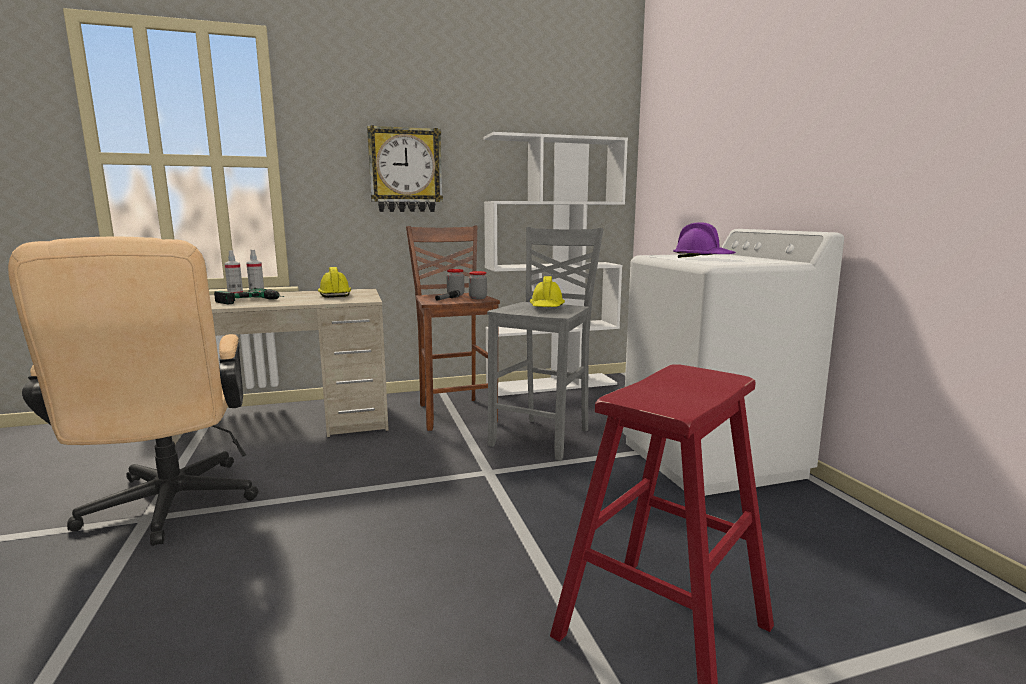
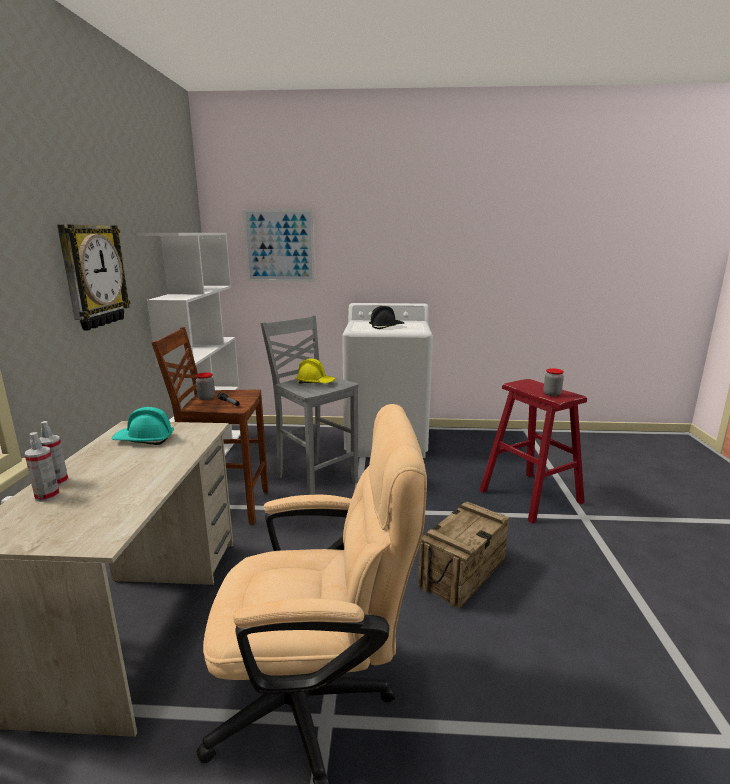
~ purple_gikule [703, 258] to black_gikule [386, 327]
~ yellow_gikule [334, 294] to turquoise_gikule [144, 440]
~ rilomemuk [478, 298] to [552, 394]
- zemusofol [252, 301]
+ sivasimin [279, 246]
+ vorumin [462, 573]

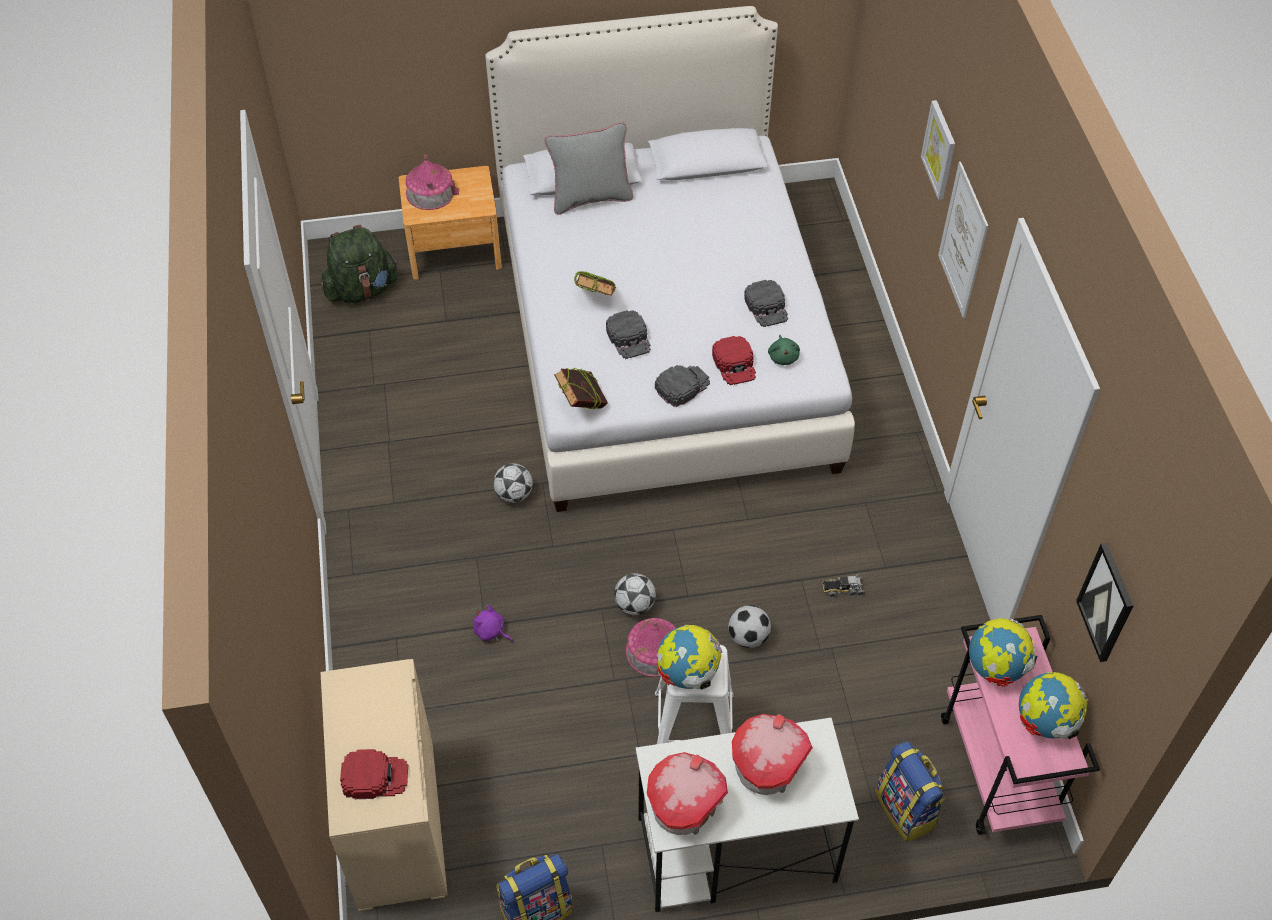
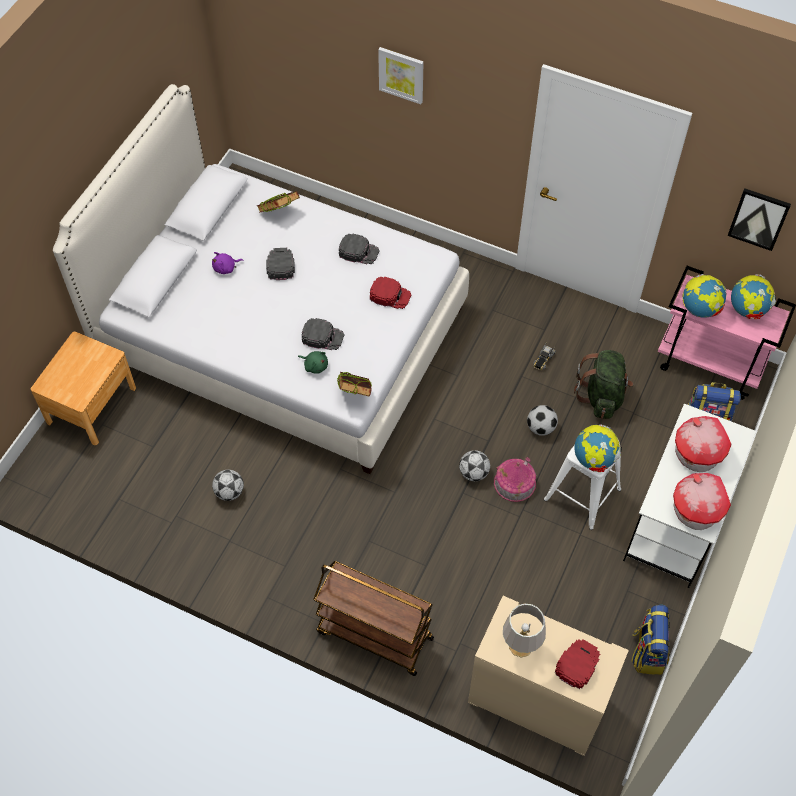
- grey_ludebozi [590, 198]
- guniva [430, 192]
- sivasimin [963, 241]
~ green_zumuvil [362, 290] to [602, 396]
~ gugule [595, 300] to [279, 214]
~ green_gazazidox [783, 356] to [315, 365]
~ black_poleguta [682, 386] to [280, 265]
~ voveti [514, 494] to [229, 492]
~ purple_gazazidox [491, 631] to [226, 268]
+ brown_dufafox [374, 635]
+ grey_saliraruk [520, 645]

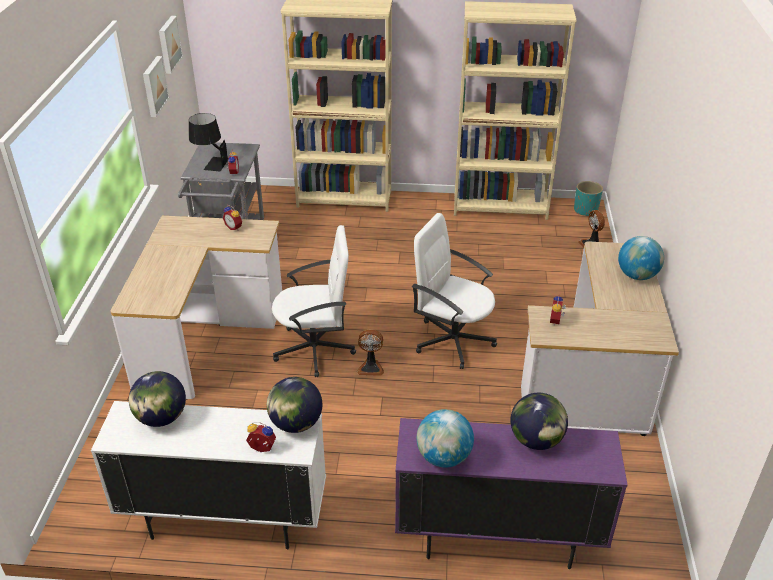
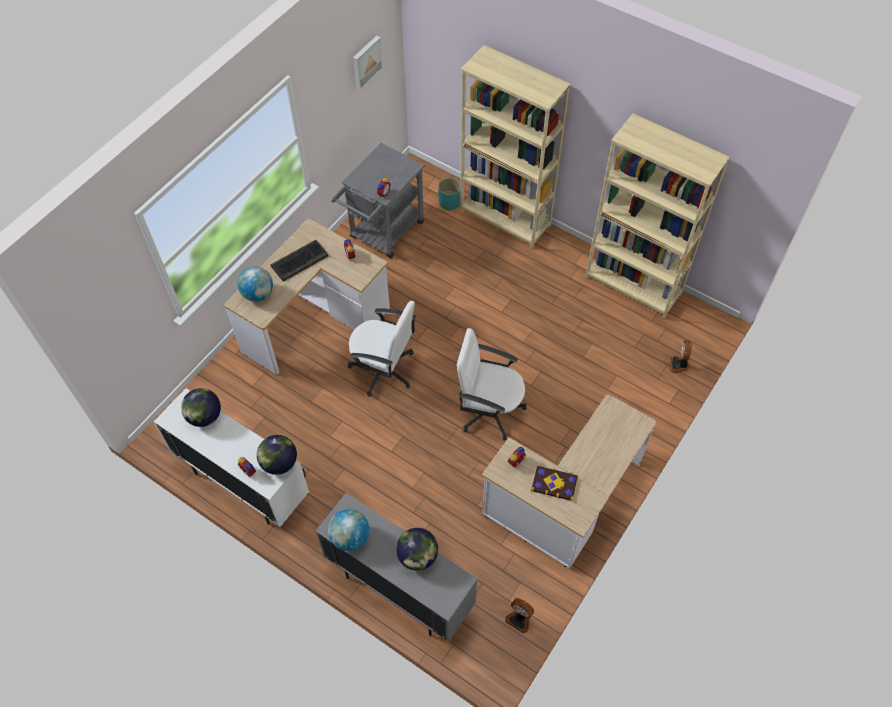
- sivasimin [153, 86]
- black_saliraruk [210, 163]
~ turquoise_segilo [585, 210] to [449, 202]
~ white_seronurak [452, 340] = [489, 410] 45 degrees counterclockwise
~ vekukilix [637, 275] to [258, 294]
~ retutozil [371, 367] to [519, 619]
~ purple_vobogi [497, 539] to grey_vobogi [399, 589]
+ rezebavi [300, 260]
+ gugule [554, 483]

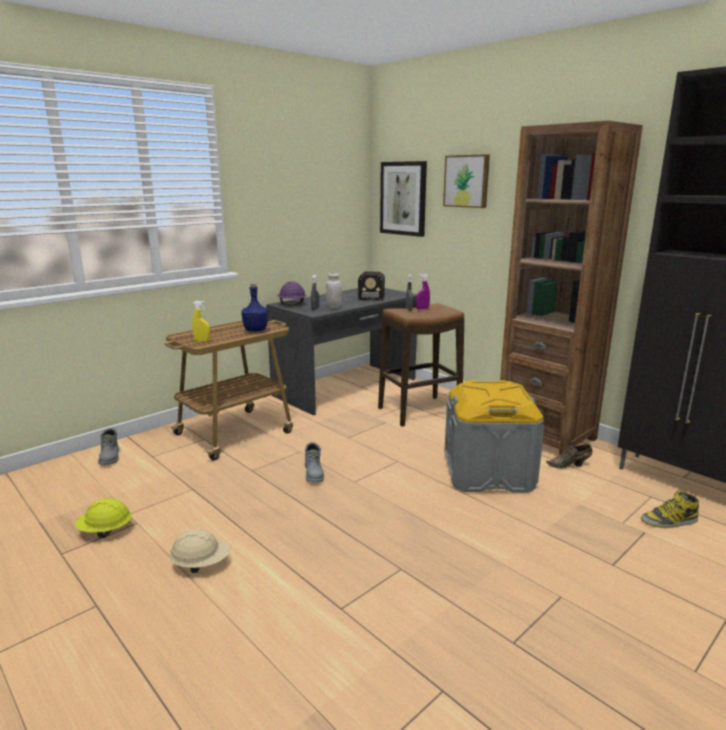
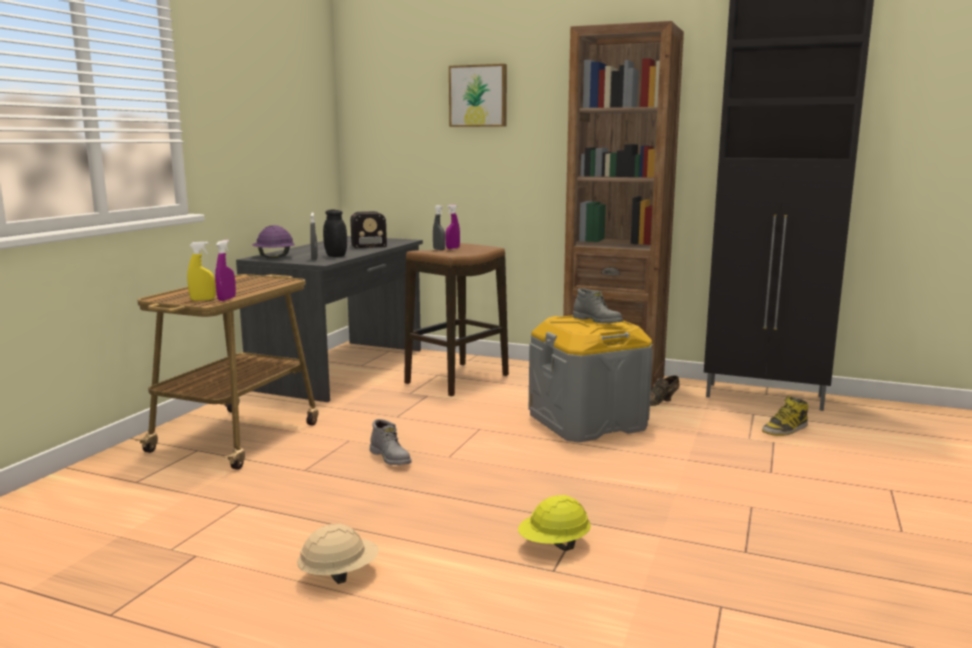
- sivasimin [403, 198]
~ white_rilomemuk [334, 307] to black_rilomemuk [336, 256]
- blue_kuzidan [256, 330]
~ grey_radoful [110, 457] to [598, 321]
~ yellow_gikule [105, 531] to [554, 545]
+ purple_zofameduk [226, 299]

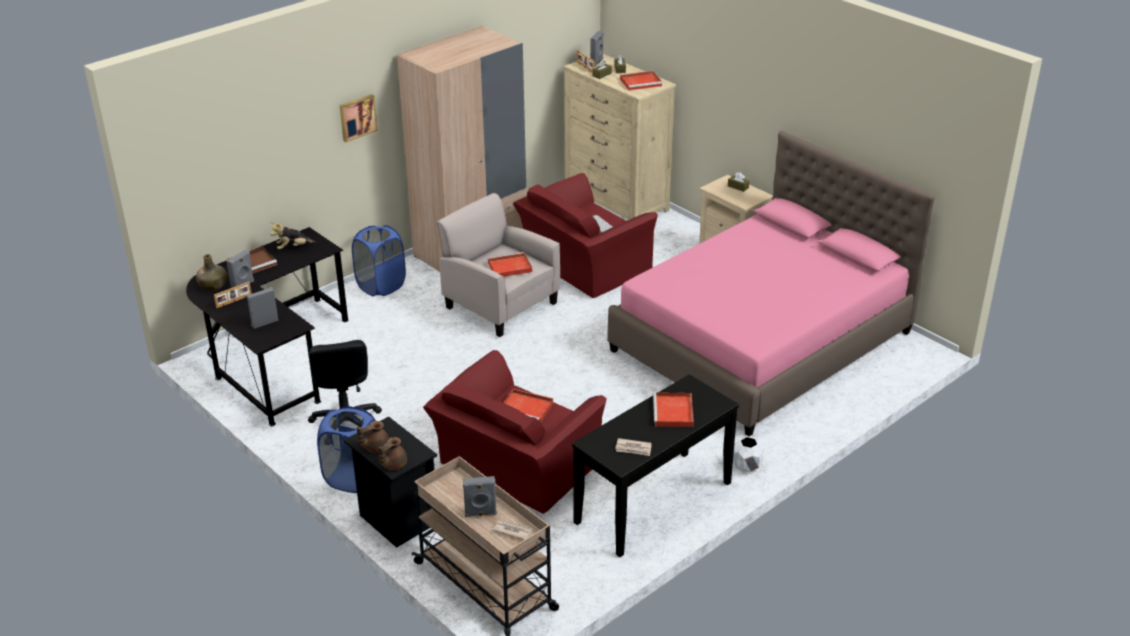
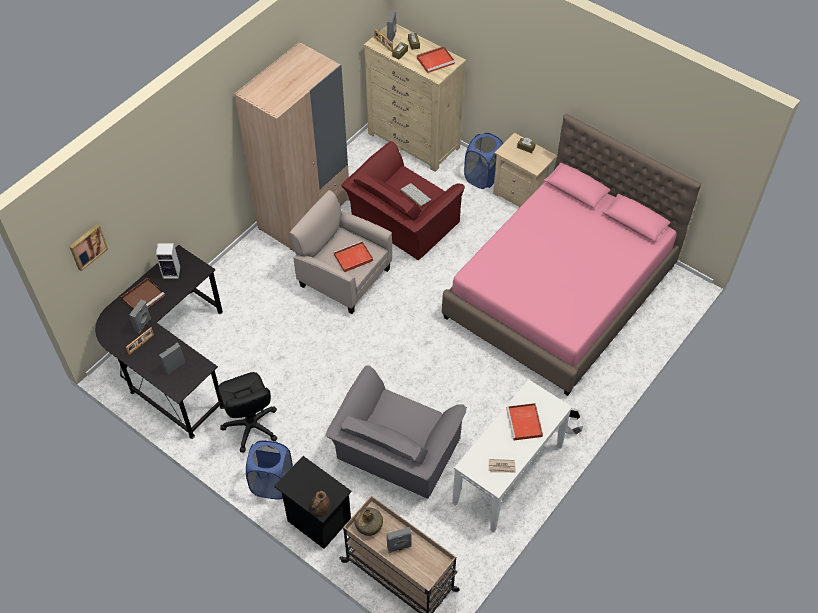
~ sivasimin [357, 117] to [87, 246]
~ gazazidox [293, 247] to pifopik [172, 272]
~ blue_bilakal [381, 286] to [482, 177]
~ green_kuzidan [213, 285] to [369, 525]
~ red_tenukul [515, 466] to grey_tenukul [396, 453]
~ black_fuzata [654, 503] to white_fuzata [508, 474]
- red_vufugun [527, 408]
- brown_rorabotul [375, 447]
- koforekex [511, 530]

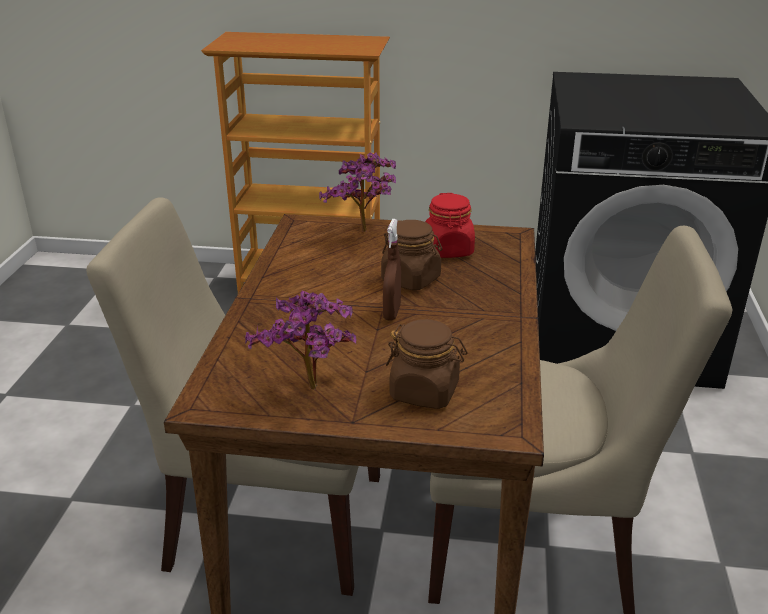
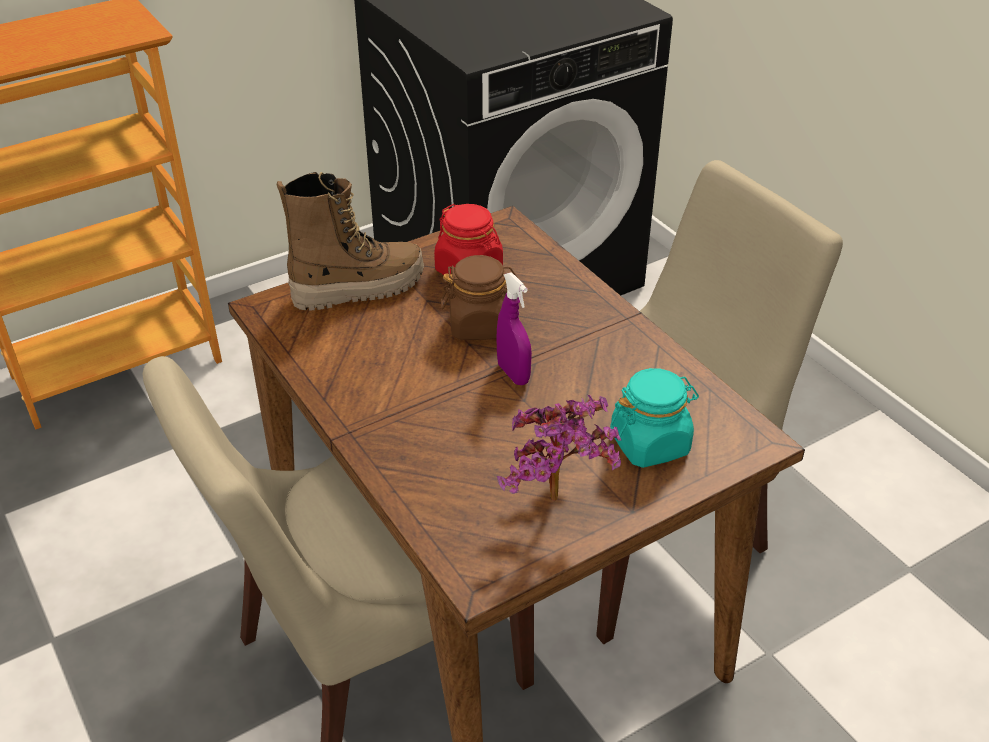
~ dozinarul [365, 233] to radoful [358, 288]
~ brown_zofameduk [392, 313] to purple_zofameduk [513, 374]
~ brown_rilomemuk [425, 392] to turquoise_rilomemuk [650, 444]

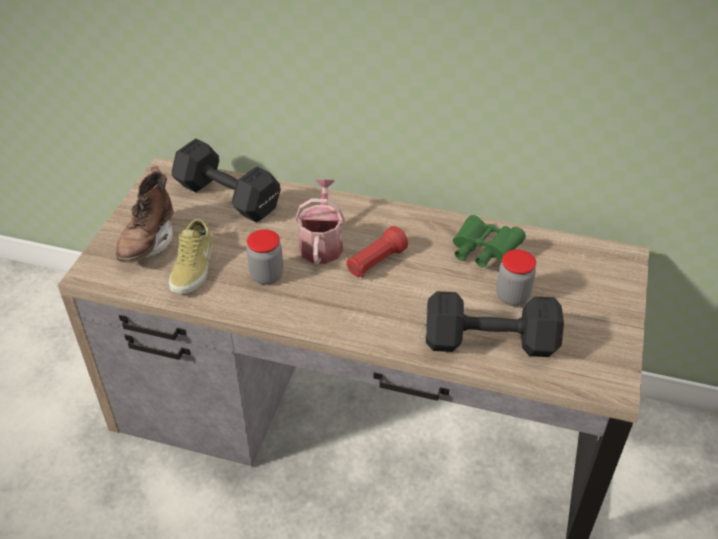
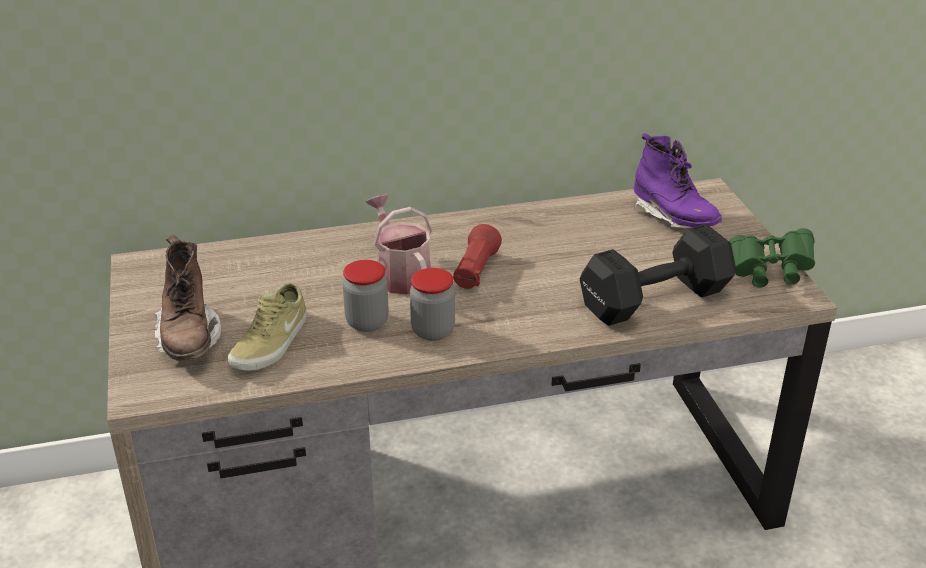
- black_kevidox [229, 199]
~ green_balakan [482, 251] to [769, 272]
~ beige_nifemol [194, 267] = [272, 343] 45 degrees clockwise
~ rilomemuk [512, 296] to [433, 331]
+ purple_radoful [673, 217]

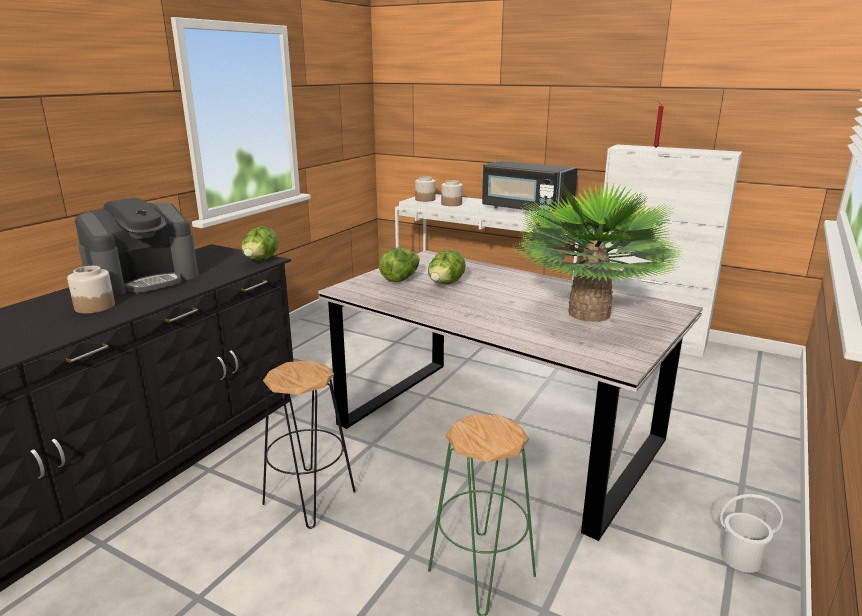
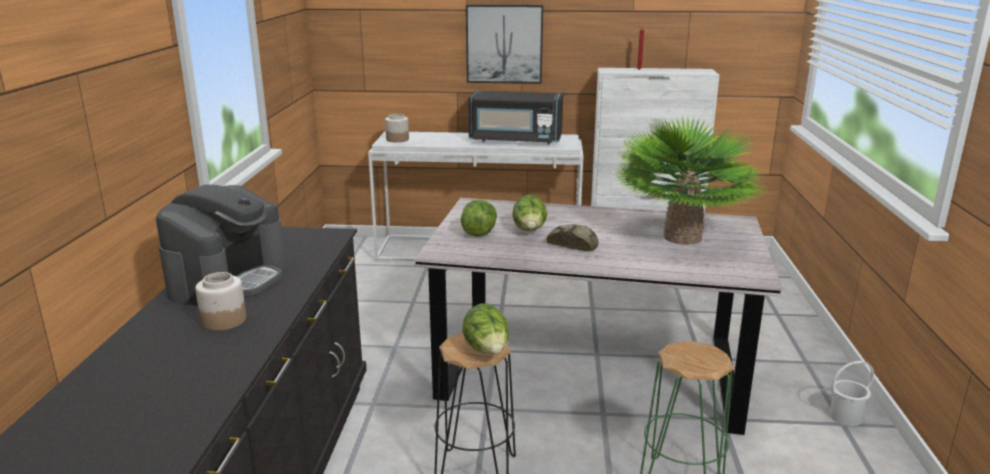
- rilomemuk [452, 204]
~ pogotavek [260, 261] to [487, 351]
+ sivasimin [504, 44]
+ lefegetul [573, 244]

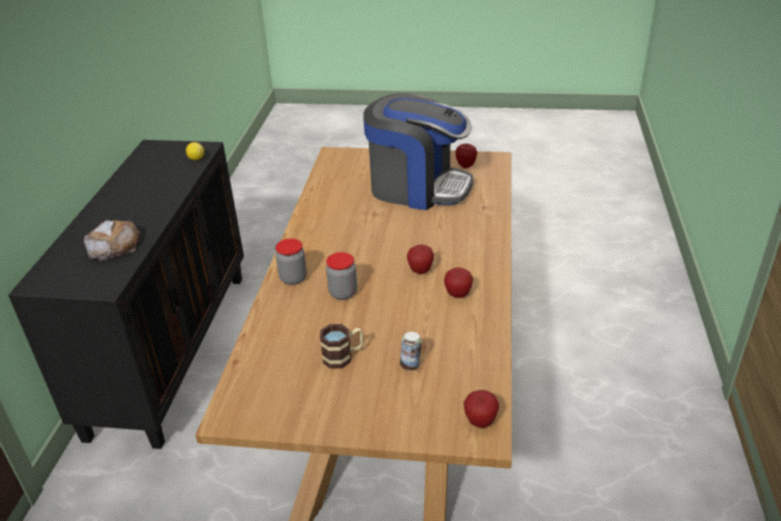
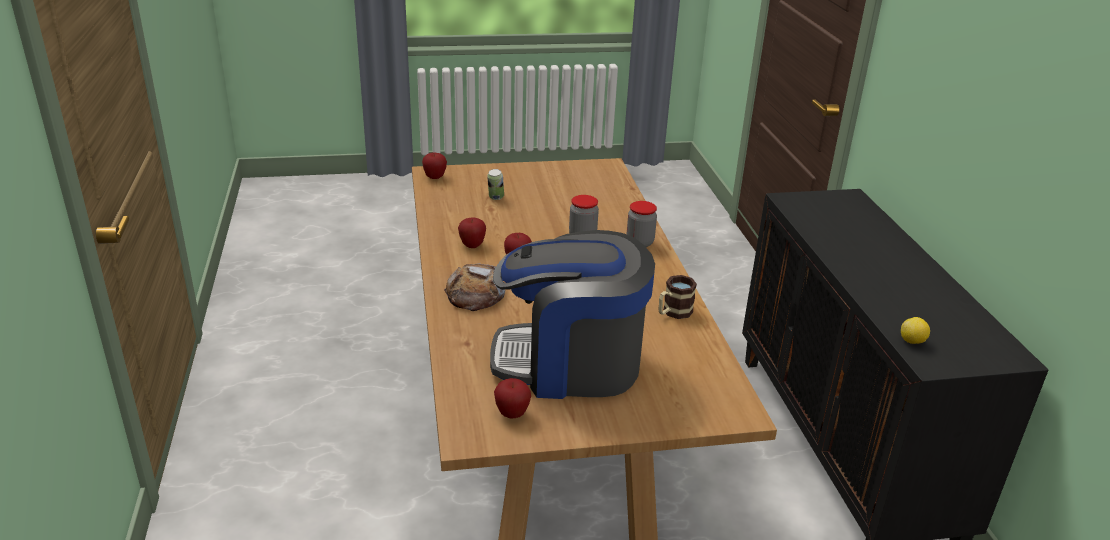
~ lefegetul [114, 245] to [475, 294]
~ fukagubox [343, 356] to [673, 313]

